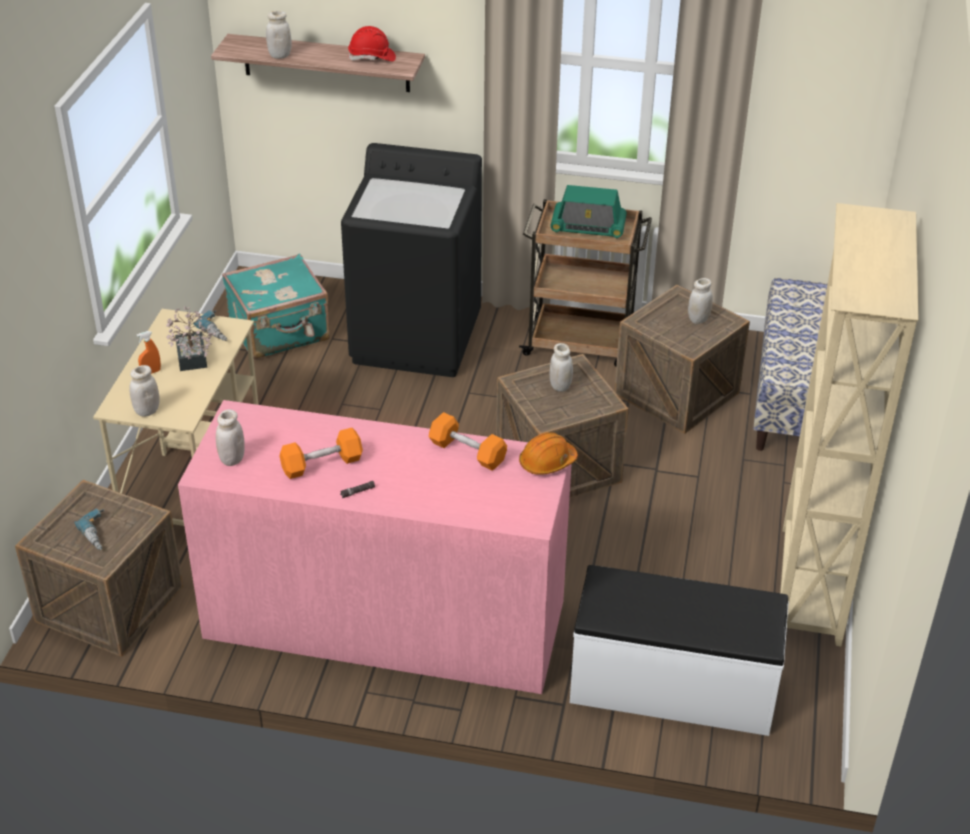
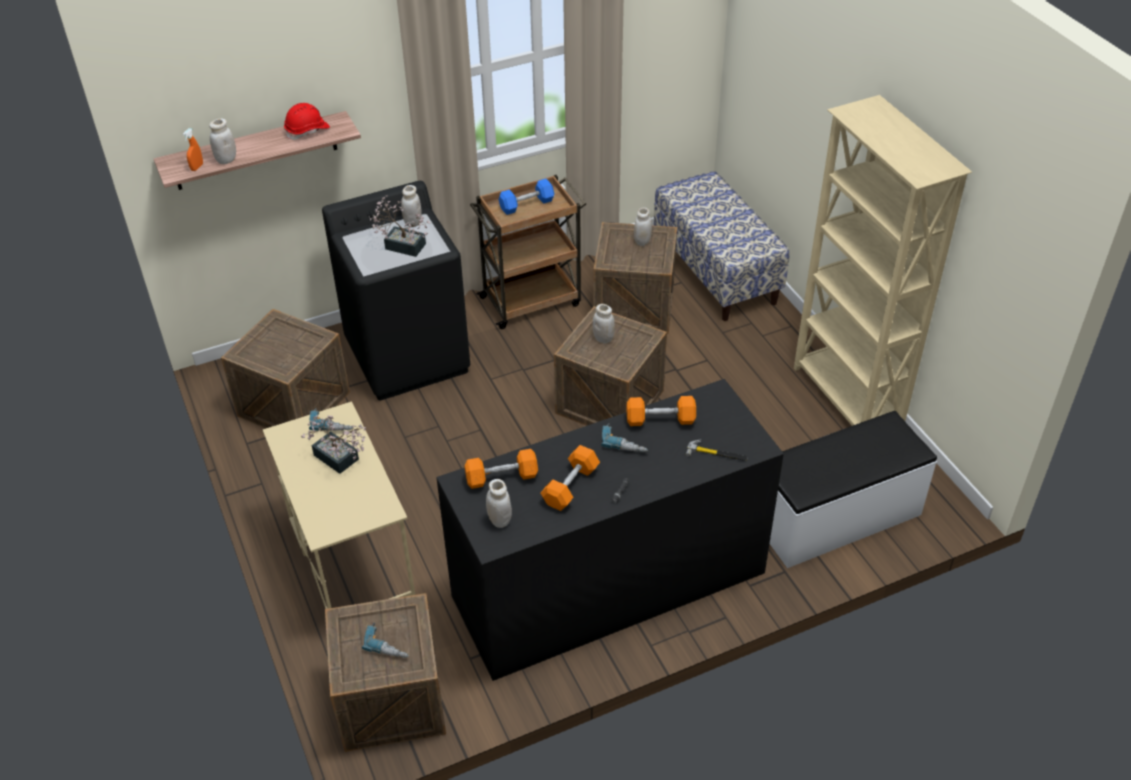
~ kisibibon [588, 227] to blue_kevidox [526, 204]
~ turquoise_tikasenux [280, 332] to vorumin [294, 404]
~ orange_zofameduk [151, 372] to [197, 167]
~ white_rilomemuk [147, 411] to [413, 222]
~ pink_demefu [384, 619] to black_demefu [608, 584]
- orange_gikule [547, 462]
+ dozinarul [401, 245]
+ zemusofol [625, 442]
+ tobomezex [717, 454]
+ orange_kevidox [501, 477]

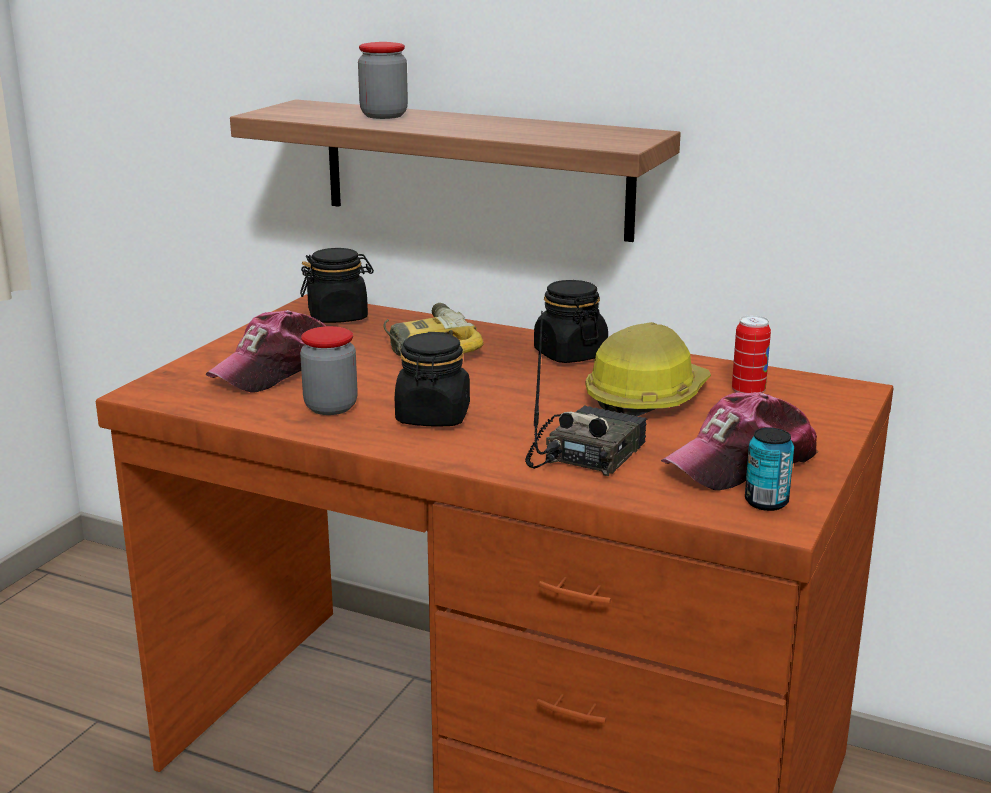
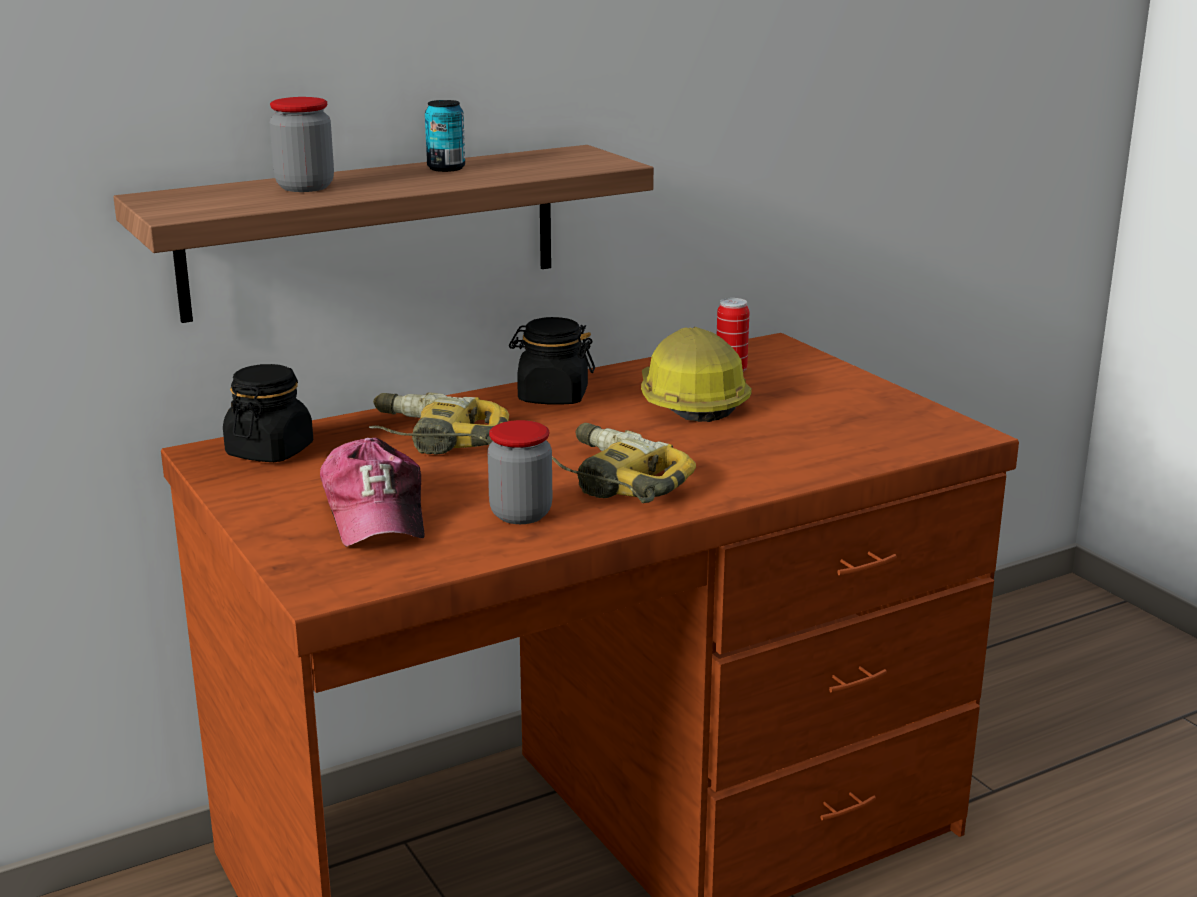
- kisibibon [585, 454]
~ black_rilomemuk [433, 417] to zemusofol [613, 481]
- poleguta [742, 462]
~ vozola [766, 502] to [446, 168]

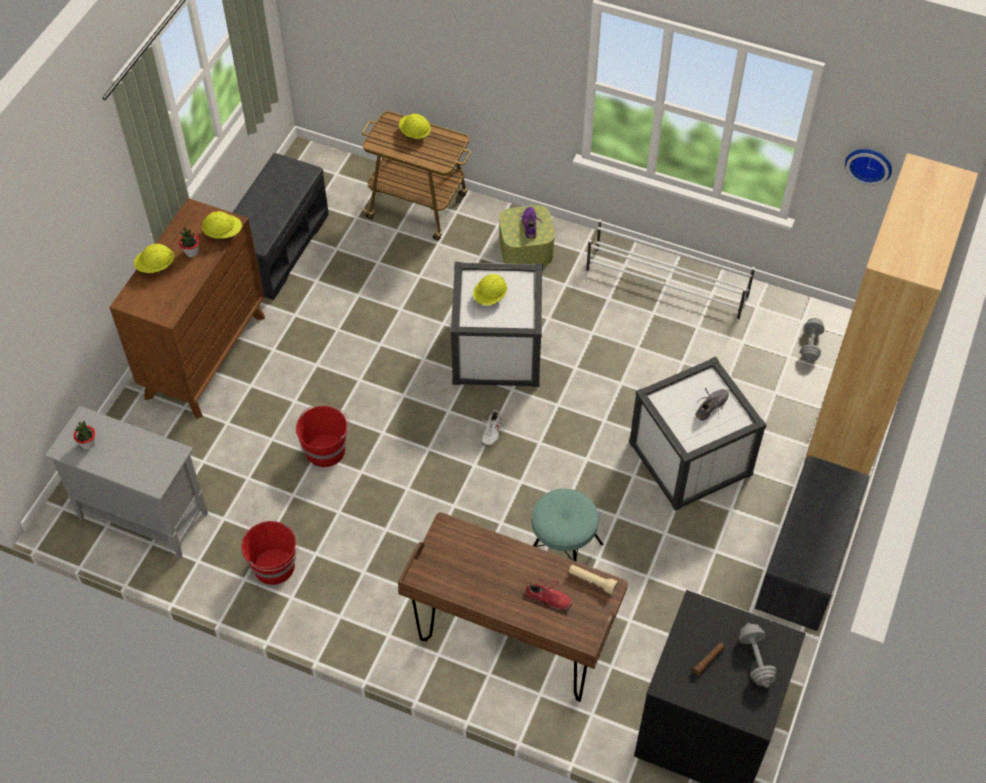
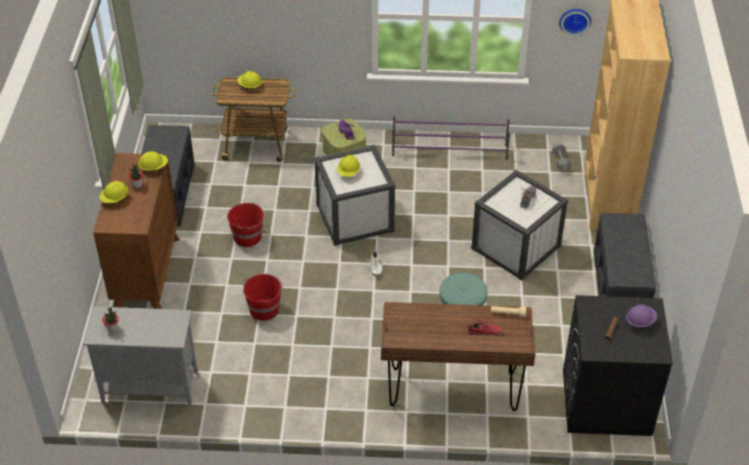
~ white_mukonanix [667, 285] to purple_mukonanix [450, 150]
~ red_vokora [275, 566] to [248, 237]
~ grey_kevidox [755, 660] to purple_gikule [640, 322]

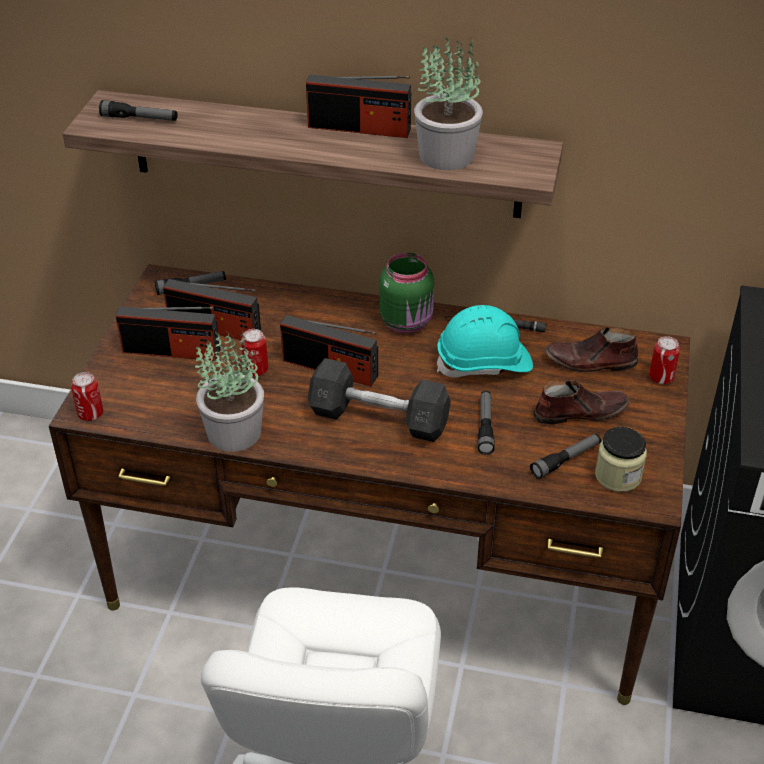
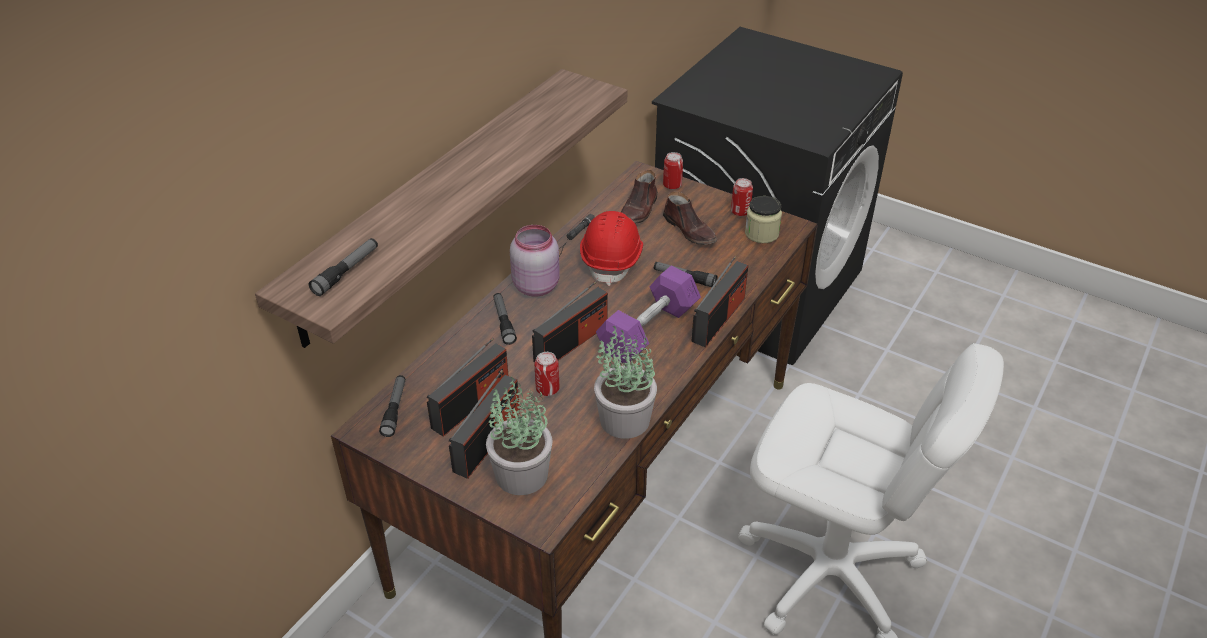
~ dozinarul [446, 155] to [520, 474]
~ kisibibon [359, 128] to [718, 319]
~ green_rilomemuk [407, 321] to pink_rilomemuk [536, 285]
~ turquoise_gikule [484, 363] to red_gikule [612, 259]
~ grey_kevidox [379, 418] to purple_kevidox [648, 330]
~ vozola [90, 414] to [740, 212]
~ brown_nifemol [580, 412] = [690, 230] 135 degrees clockwise
~ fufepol [566, 460] to [504, 322]

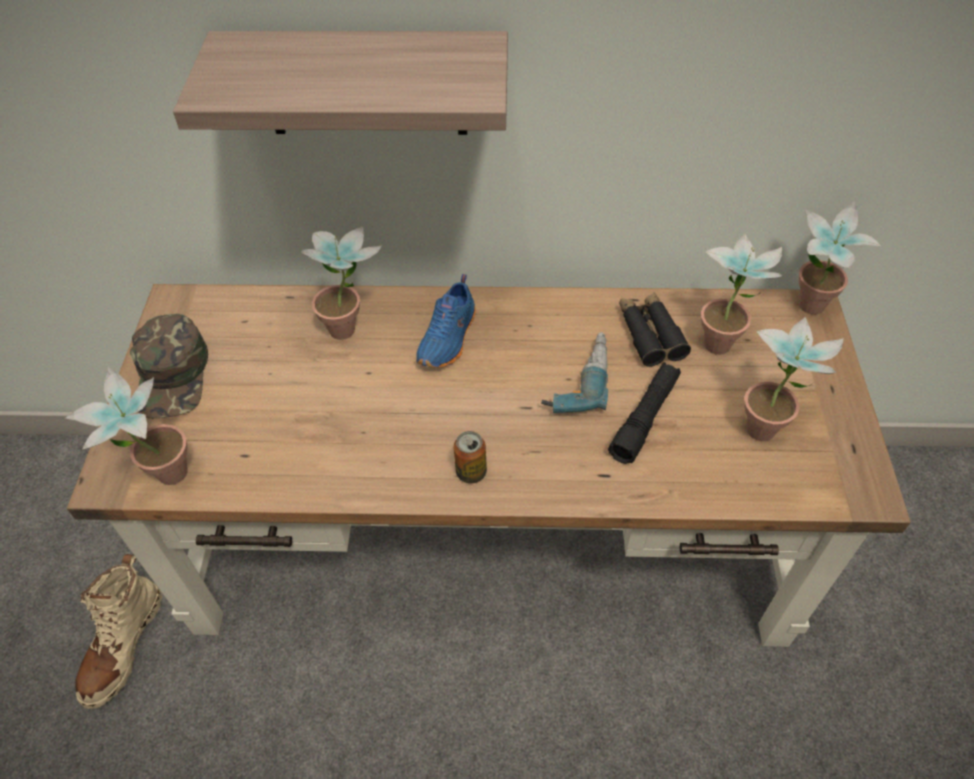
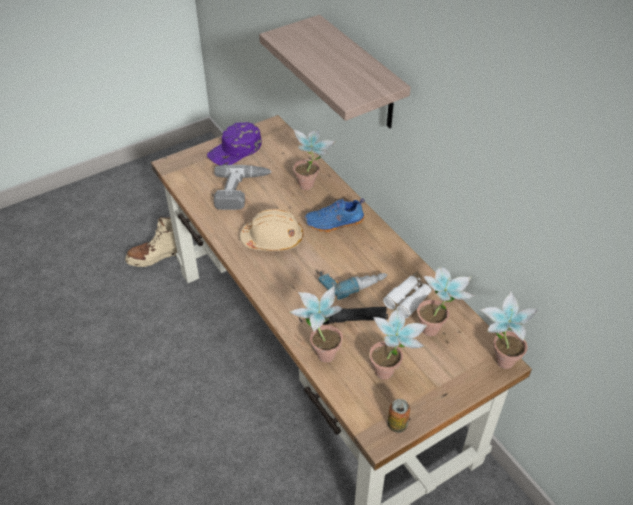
~ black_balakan [650, 334] to white_balakan [410, 297]
~ green_poleguta [173, 375] to purple_poleguta [235, 150]
~ dozinarul [161, 477] to [319, 352]
~ vozola [471, 472] to [397, 424]
+ zemusofol [242, 191]
+ beige_gikule [273, 239]

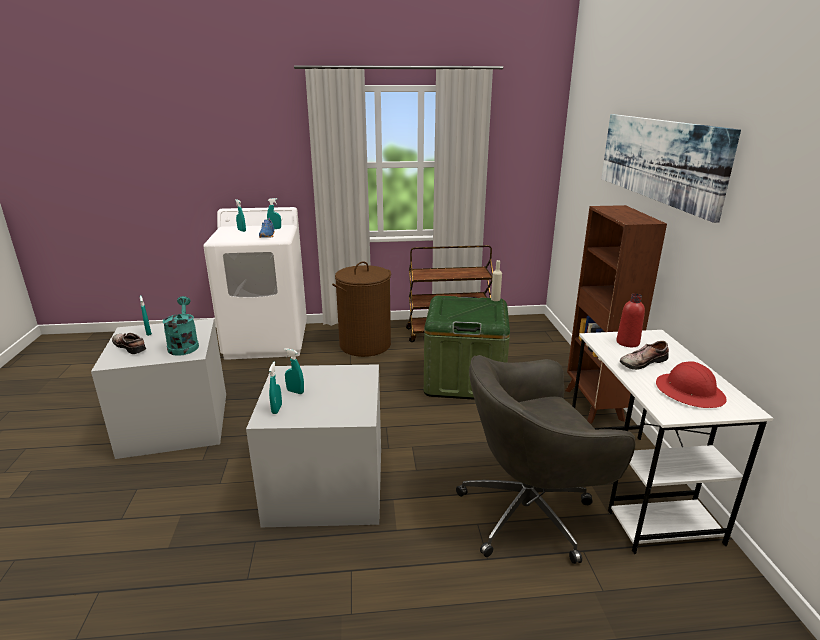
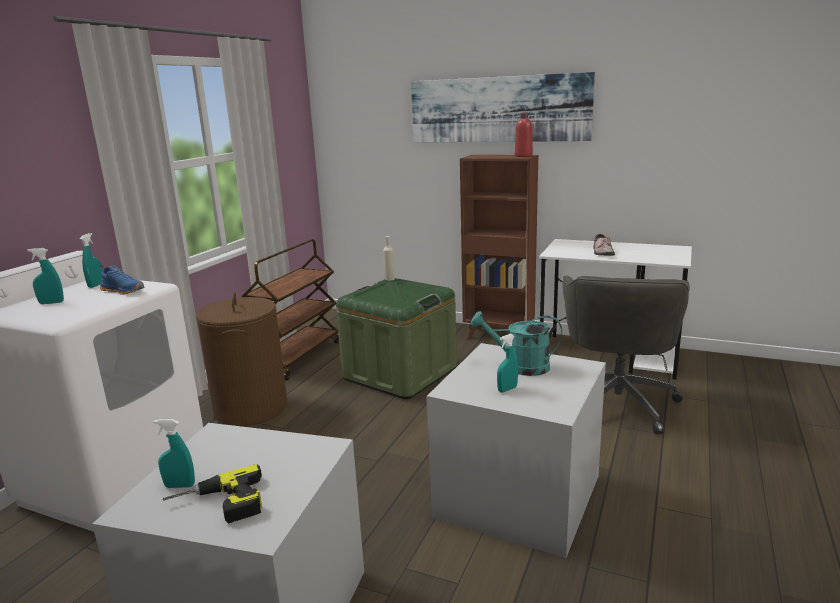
~ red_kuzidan [627, 343] to [523, 156]
~ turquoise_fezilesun [184, 345] to [519, 366]
~ nifemol [131, 346] to zemusofol [218, 506]
- red_gikule [689, 392]
- turquoise_zofameduk [277, 409]

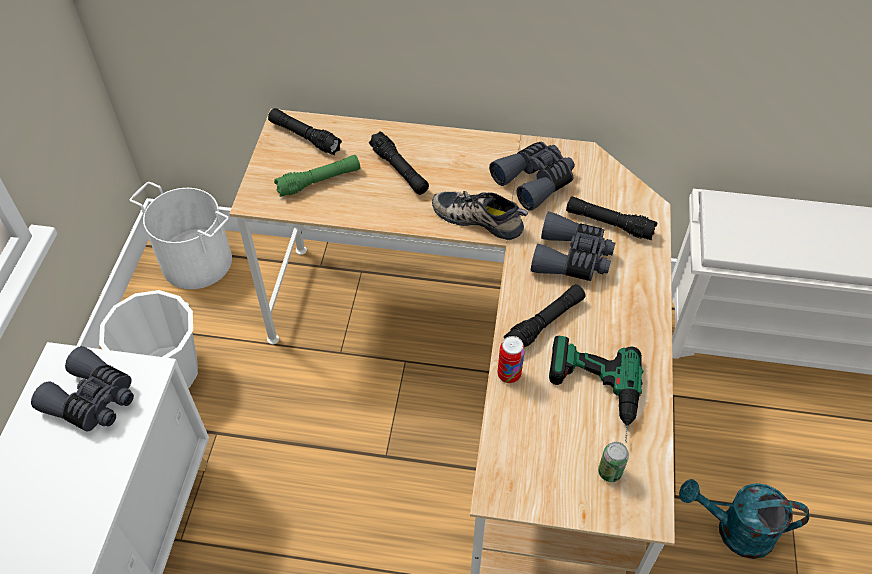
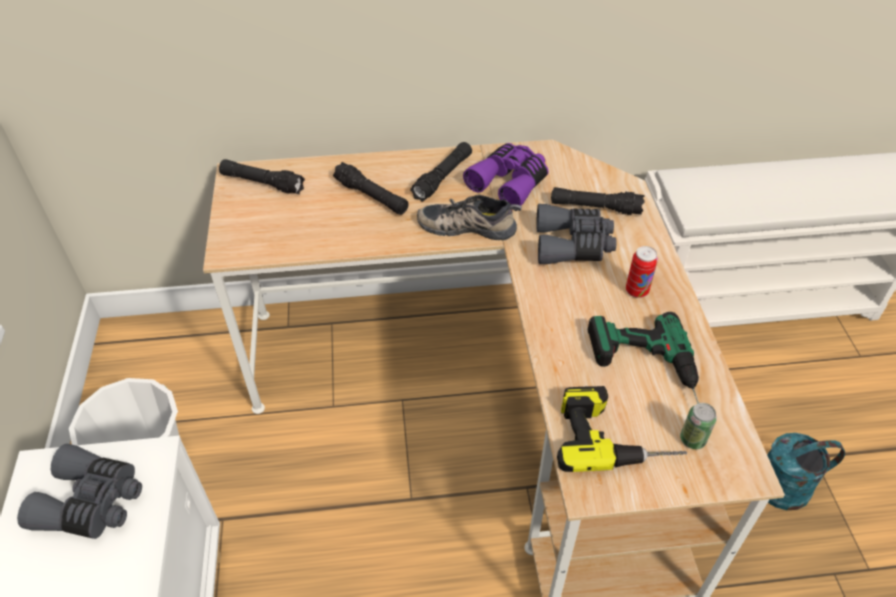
~ grey_balakan [535, 181] to purple_balakan [510, 182]
- green_fufepol [319, 181]
- white_vokora [197, 260]
~ black_fufepol [545, 323] to [443, 177]
~ vozola [509, 375] to [636, 291]
+ zemusofol [614, 434]

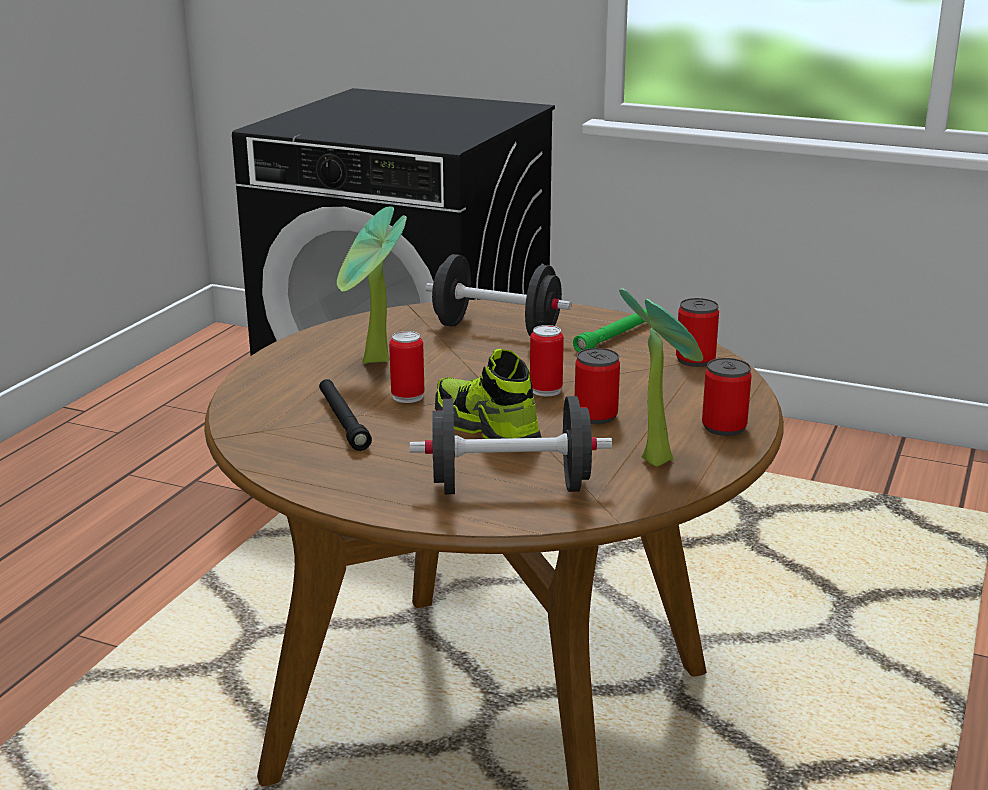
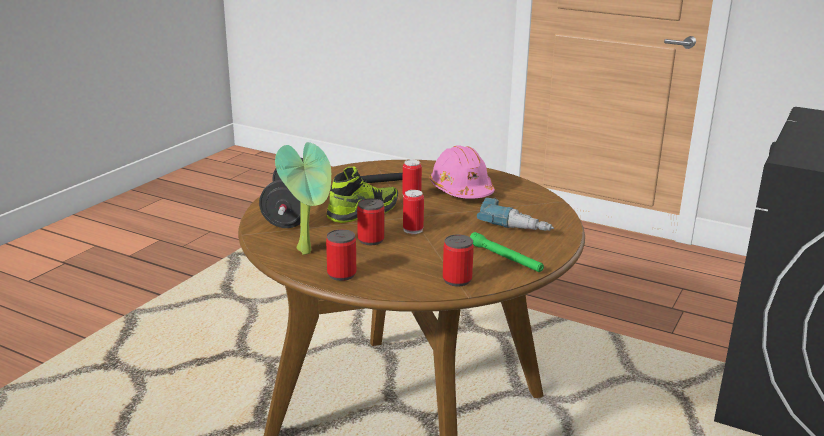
~ dozinarul [374, 363] to pink_gikule [461, 190]
~ black_kevidox [497, 330] to zemusofol [517, 223]

